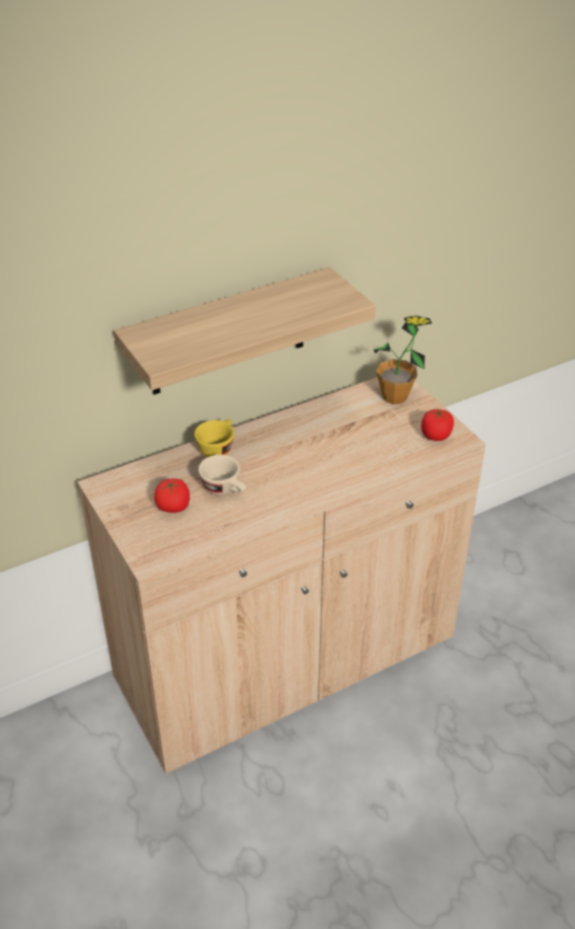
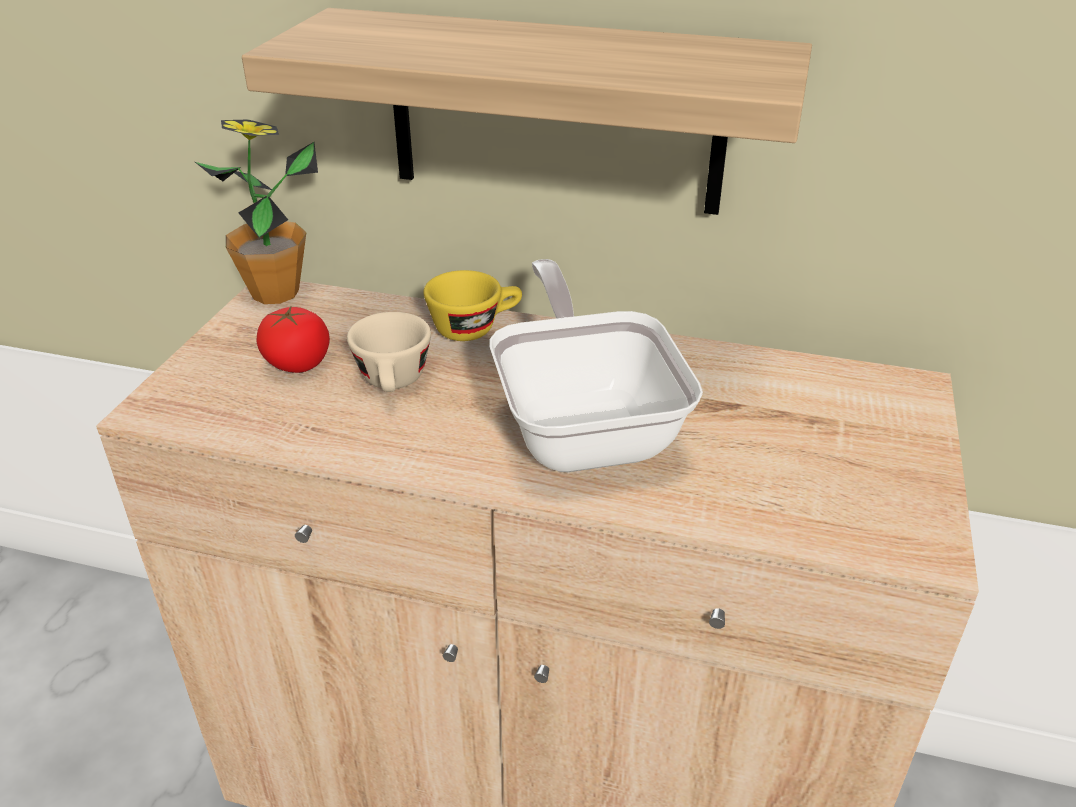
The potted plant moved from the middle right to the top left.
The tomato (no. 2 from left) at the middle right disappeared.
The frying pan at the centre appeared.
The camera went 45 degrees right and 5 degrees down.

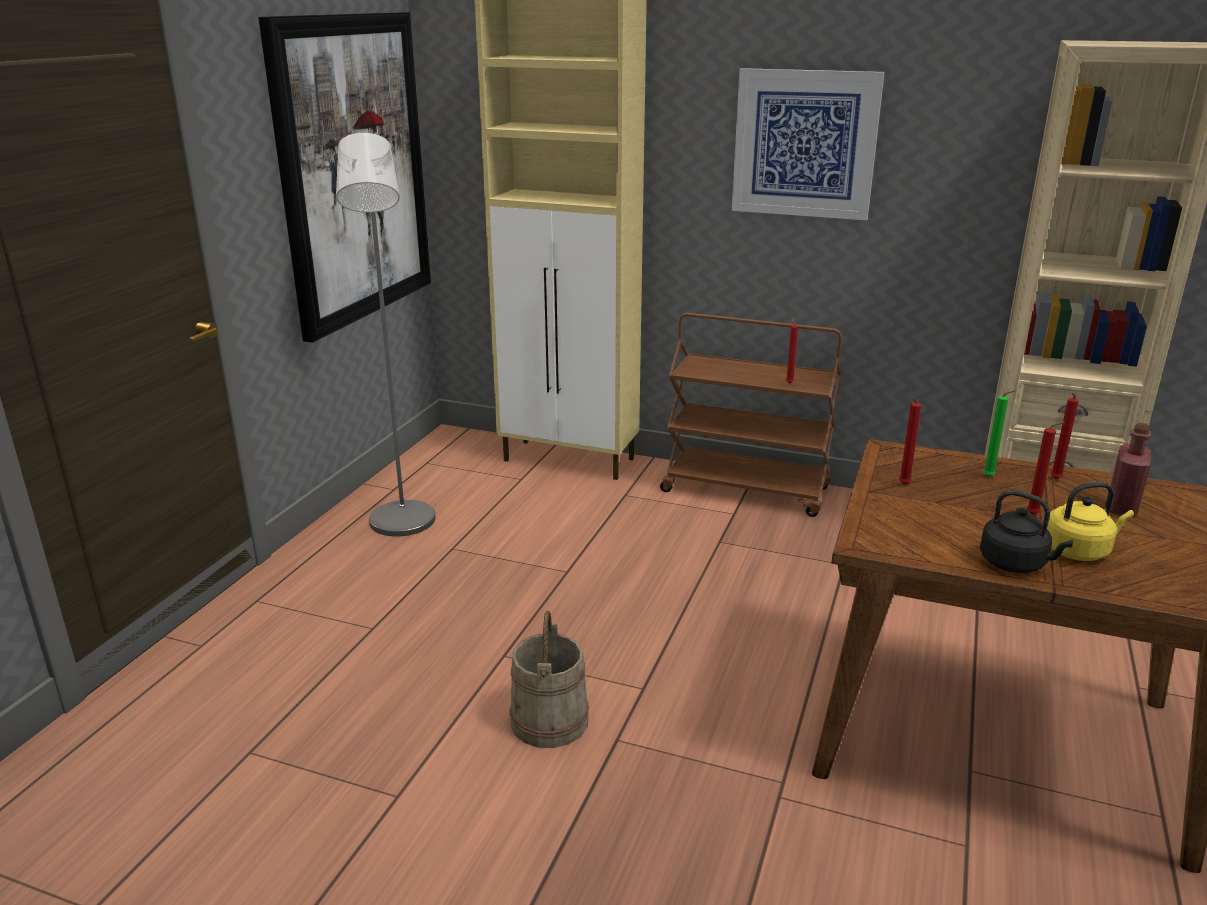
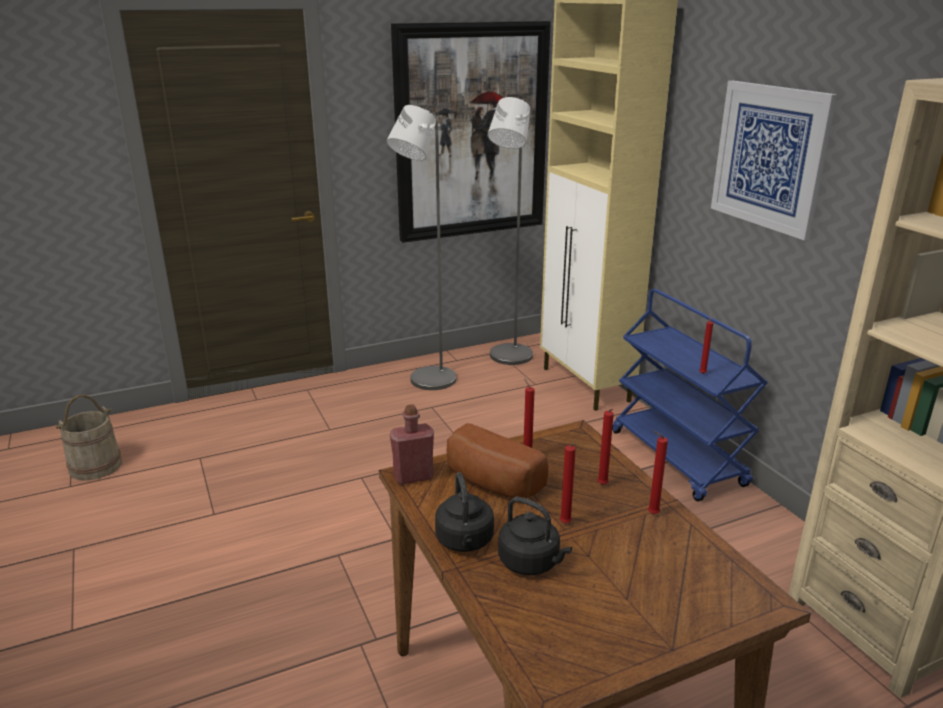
The brown cart at the centre became the blue cart at the middle right.
The green candle at the middle right became the red candle (no. 3 from left) at the centre.
The red bottle moved from the middle right to the centre.
The yellow kettle at the middle right became the black kettle (no. 2 from left) at the bottom centre.
The beige bucket moved from the bottom centre to the middle left.
The grey floor lamp (no. 2 from left) at the top centre appeared.
The bread at the centre appeared.
The camera went 45 degrees right and 0 degrees up.

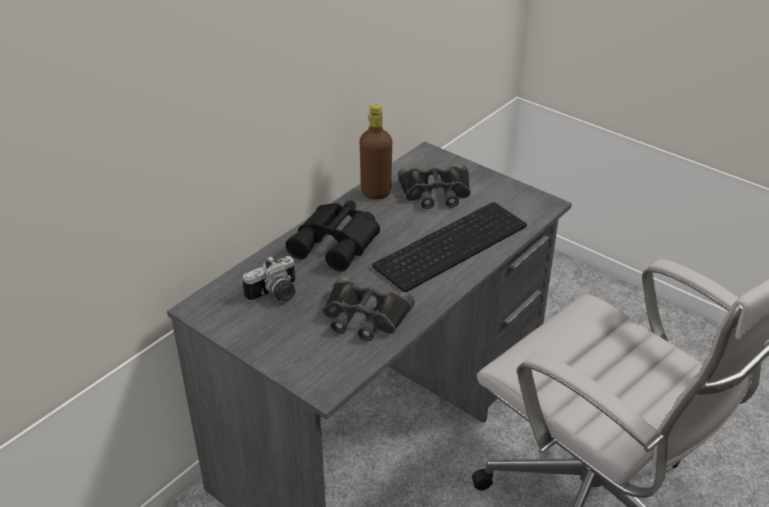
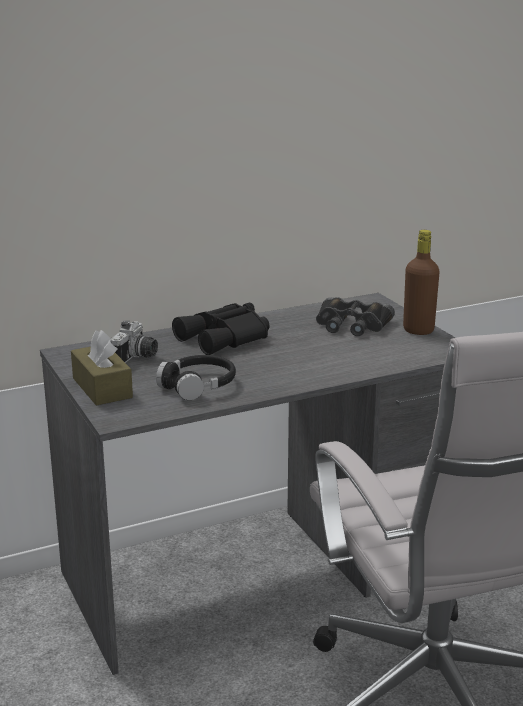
The brown bottle moved from the top centre to the middle right.
The keyboard at the centre disappeared.
The photo camera at the centre turned 60 degrees counterclockwise.
The black binoculars (no. 2 from left) at the centre was replaced by the black headphones at the centre.
The brown tissue box at the middle left appeared.
The camera went 25 degrees right and 15 degrees down.

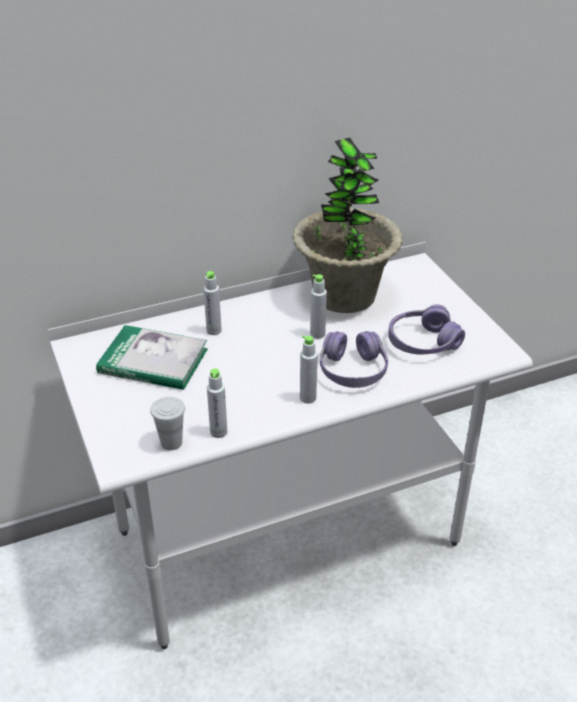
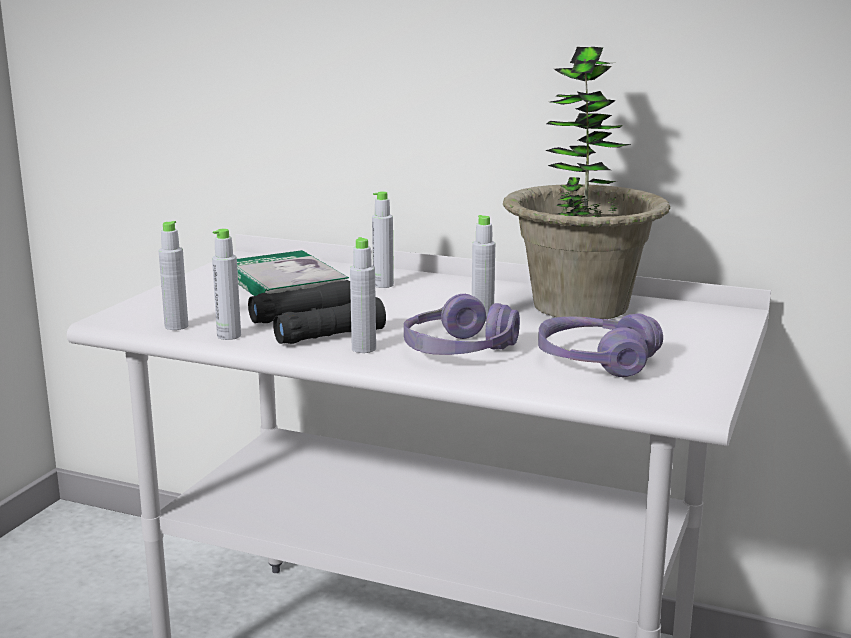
The white cup at the middle left was replaced by the grey bottle (no. 1 from left) at the middle left.
The black binoculars at the centre appeared.
The camera went 45 degrees right and 20 degrees down.

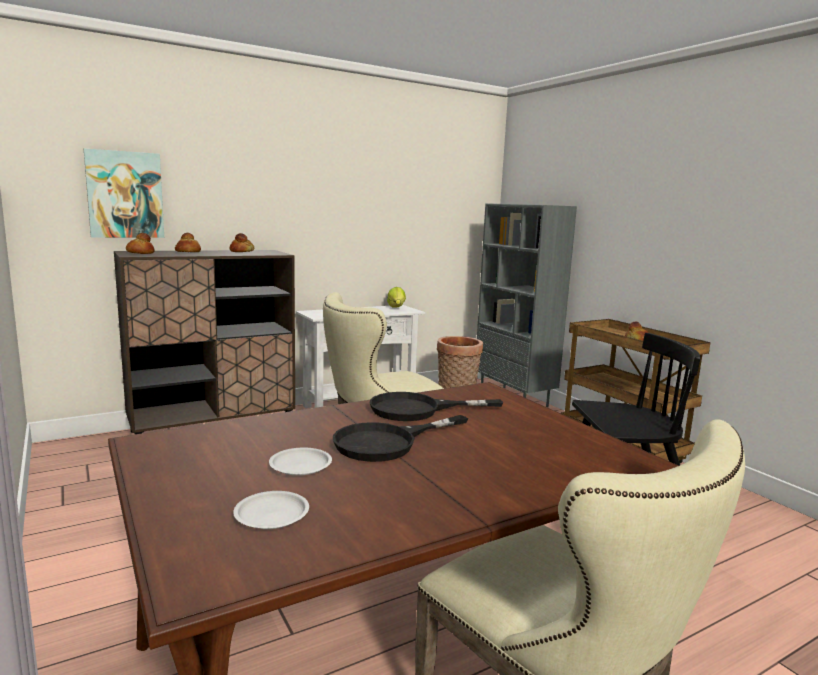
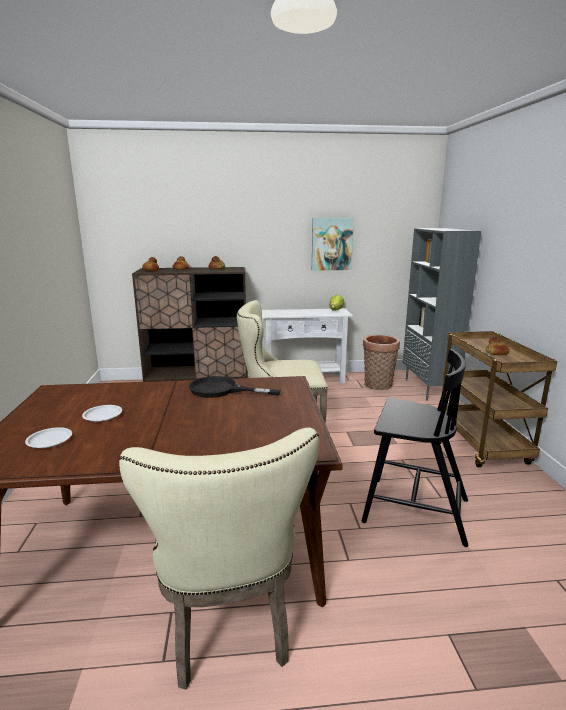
The picture moved from the top left to the centre.
The black frying pan (no. 1 from left) at the centre disappeared.
The camera went 25 degrees right and 5 degrees up.

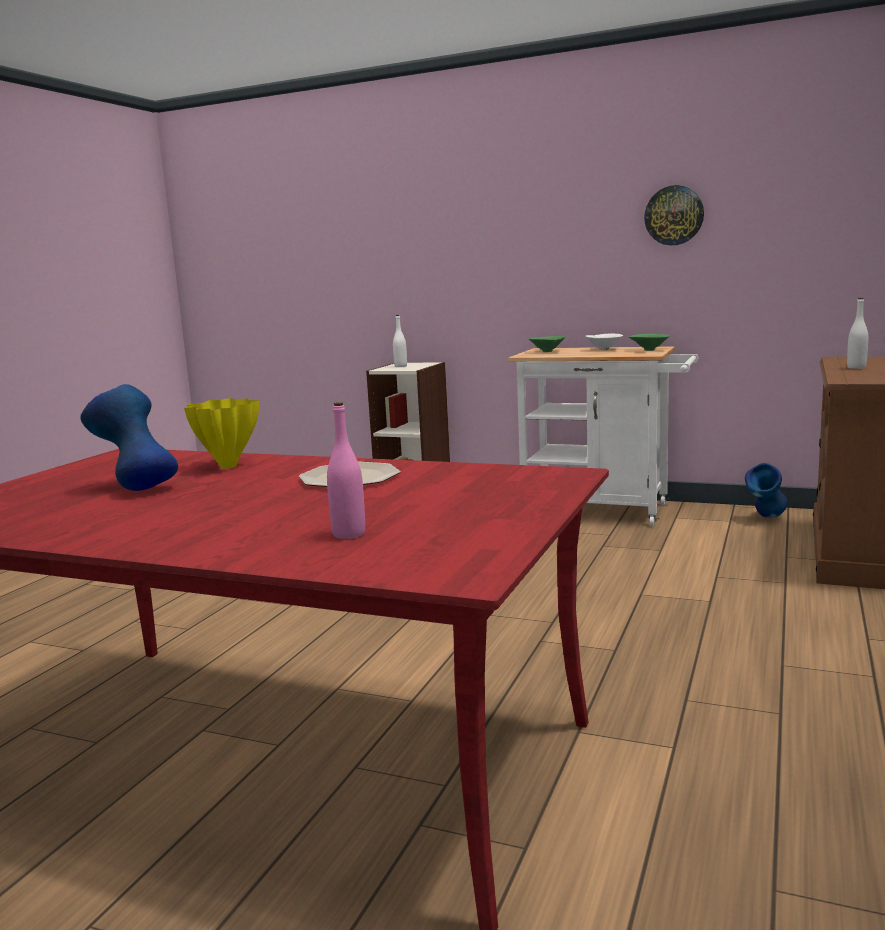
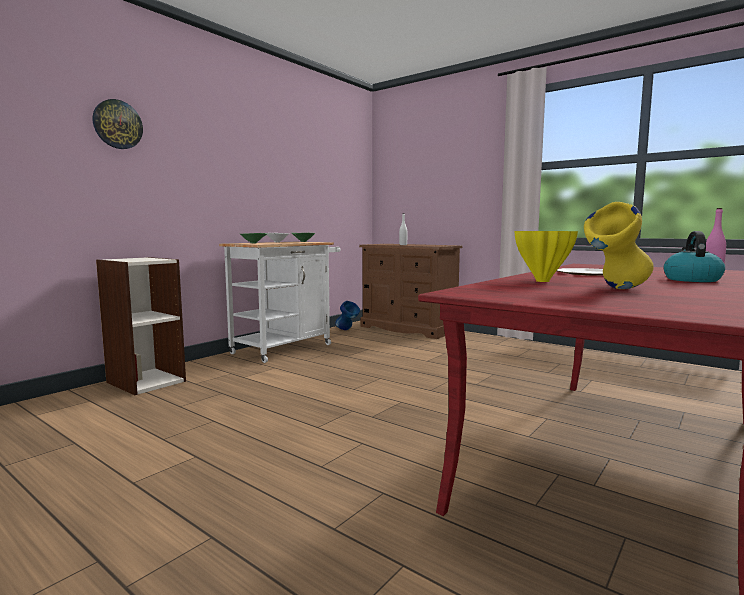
The wall clock moved from the top right to the top left.
The white bottle (no. 1 from left) at the centre disappeared.
The blue vase (no. 1 from left) at the middle left became the yellow vase (no. 2 from left) at the middle right.
The kettle at the middle right appeared.
The camera went 75 degrees left and 5 degrees down.

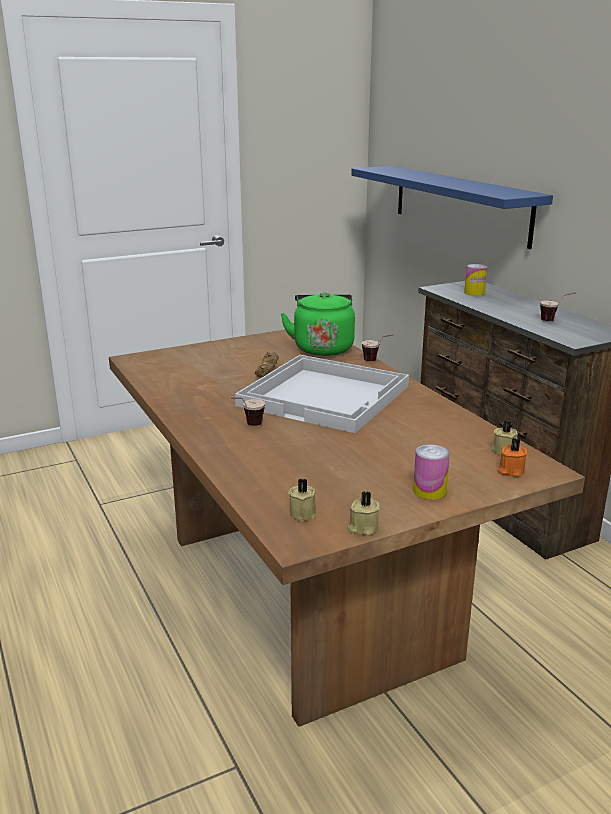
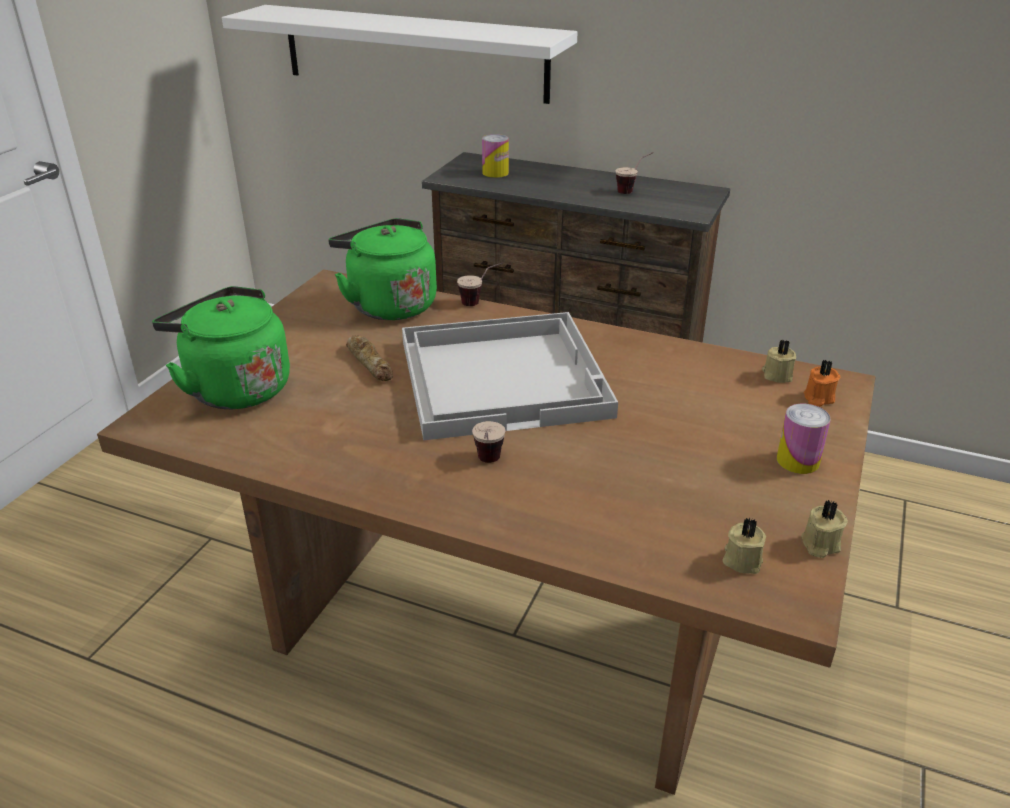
The blue shelf at the top right became the white shelf at the top centre.
The green kettle (no. 1 from left) at the middle left appeared.
The camera went 40 degrees left and 10 degrees up.

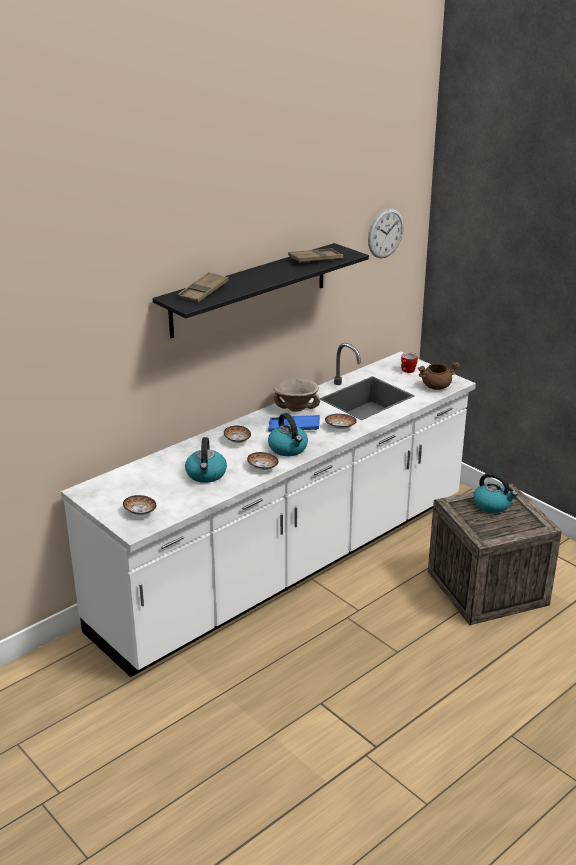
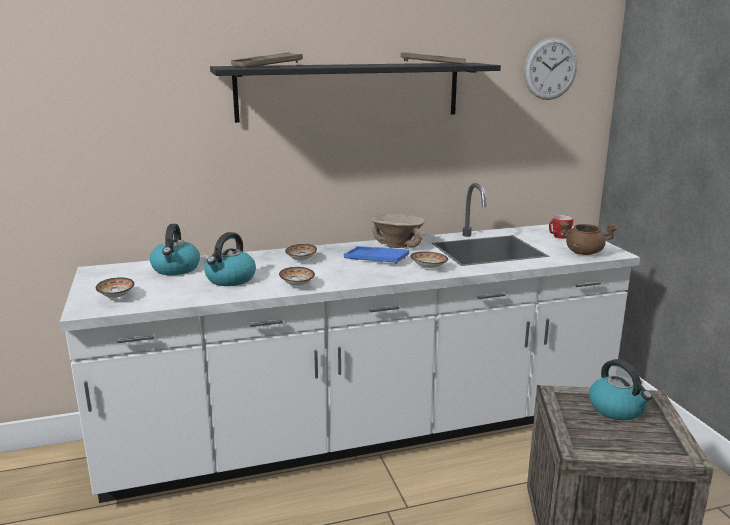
The kettle (no. 2 from left in the first image) moved from the centre to the middle left.
The camera went 25 degrees right and 10 degrees down.

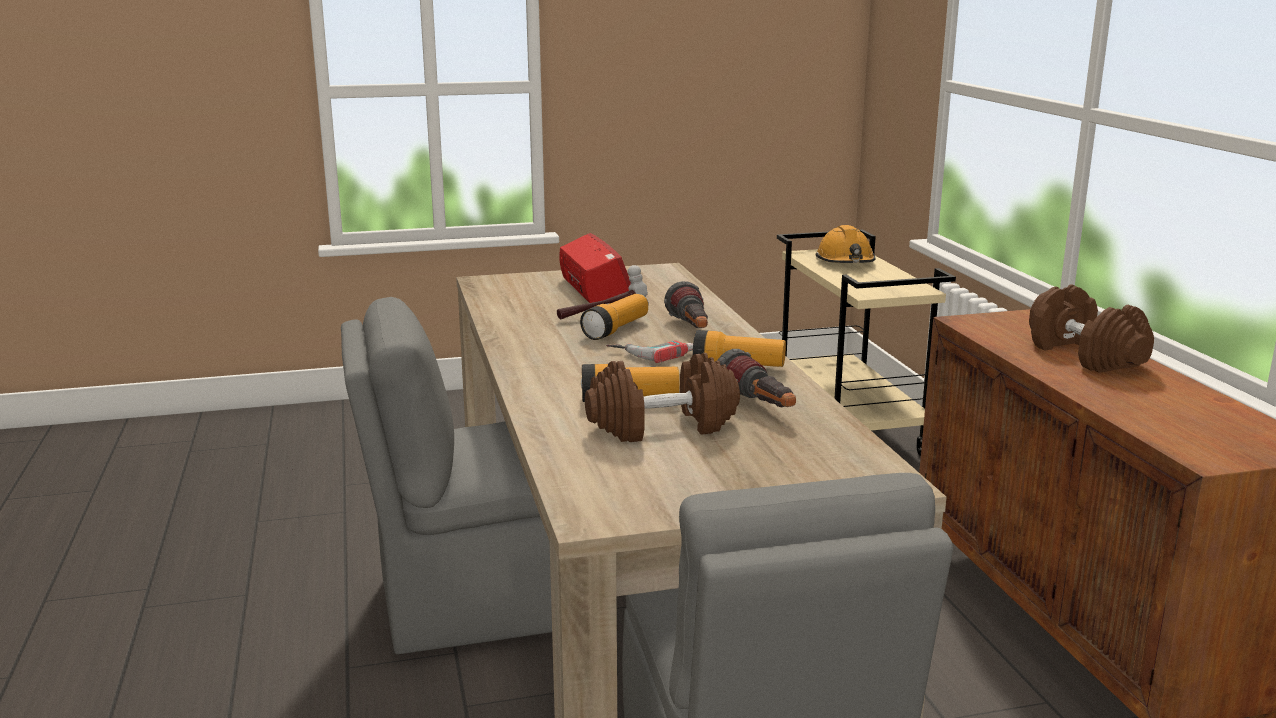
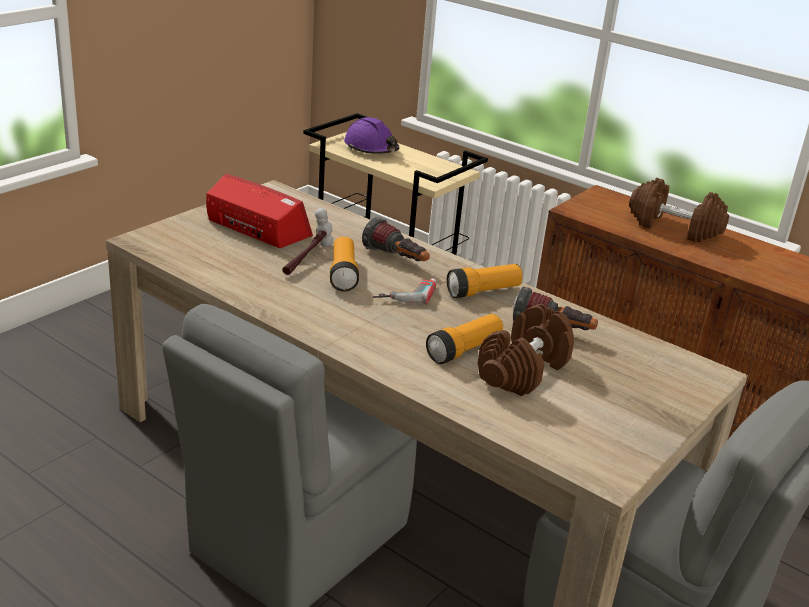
The orange hard hat at the centre became the purple hard hat at the top centre.
The camera went 40 degrees left and 10 degrees up.

